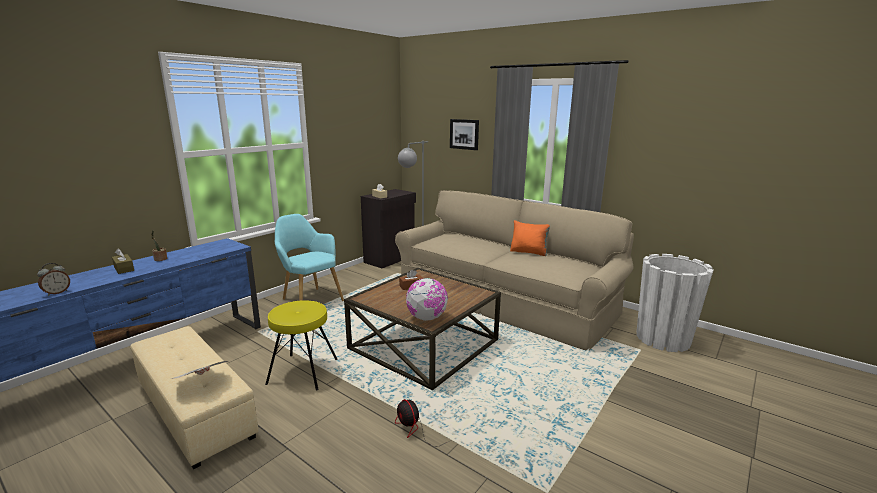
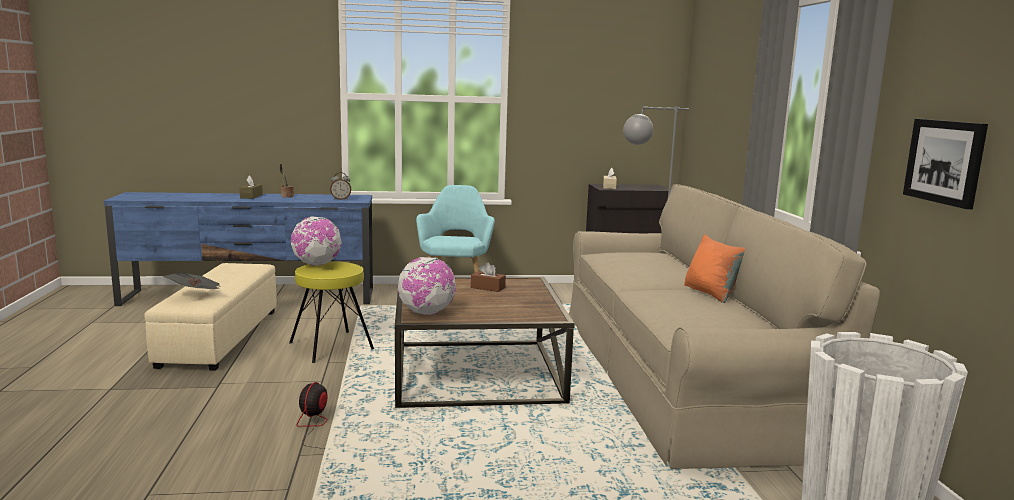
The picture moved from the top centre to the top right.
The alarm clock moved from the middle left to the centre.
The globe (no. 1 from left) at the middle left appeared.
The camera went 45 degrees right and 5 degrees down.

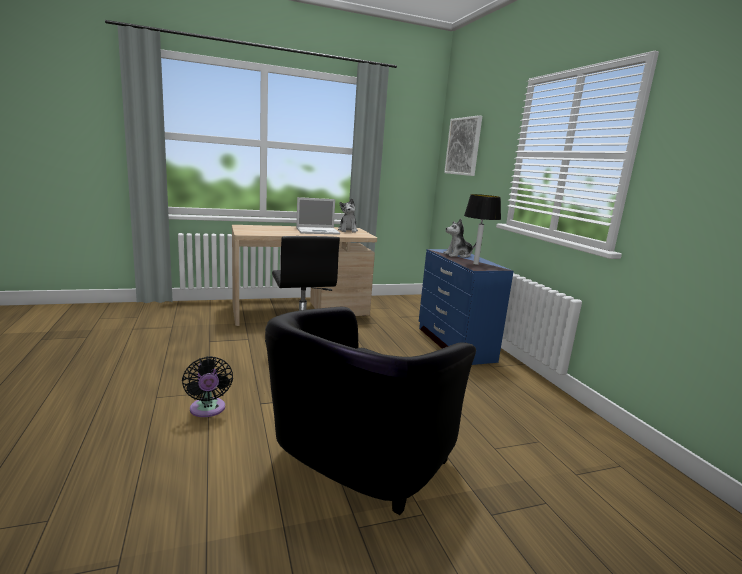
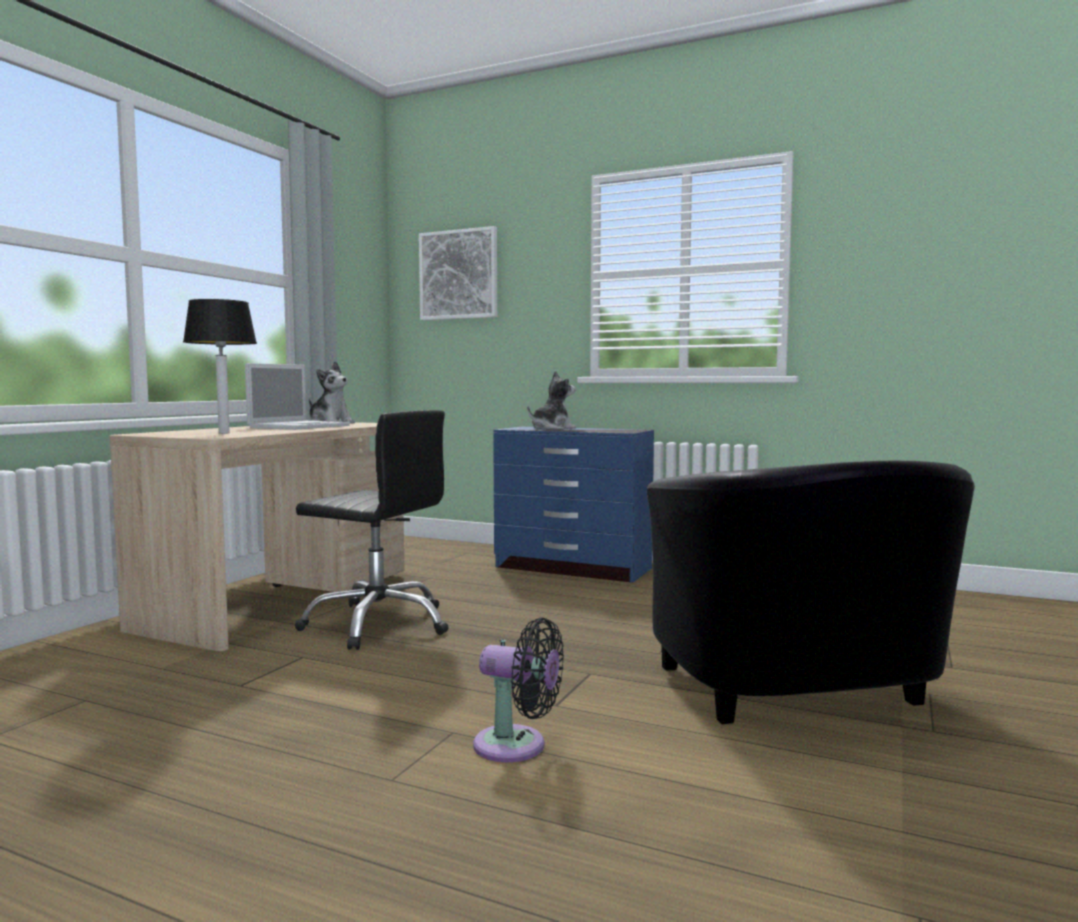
The table lamp moved from the centre to the middle left.
The plush toy (no. 2 from left) at the centre turned 150 degrees counterclockwise.
The camera went 45 degrees left and 10 degrees down.

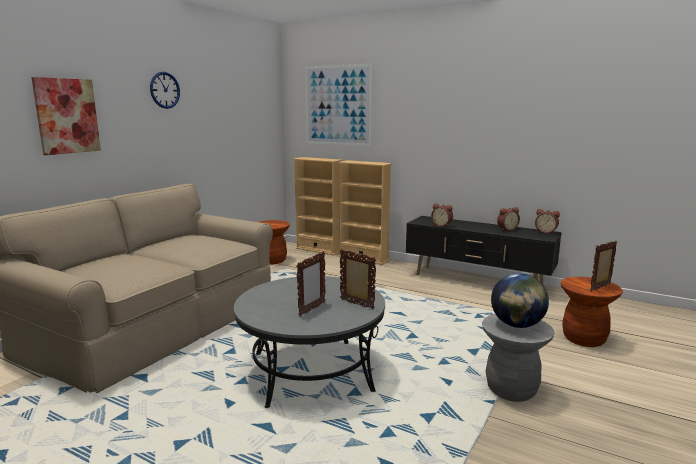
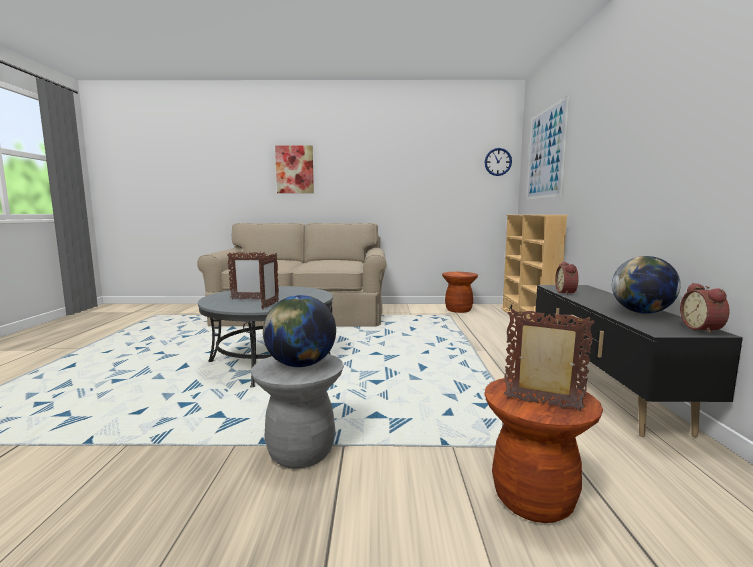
The wall clock moved from the top left to the top centre.
The alarm clock (no. 2 from left) at the middle right was replaced by the globe (no. 2 from left) at the middle right.
The camera went 60 degrees right and 5 degrees down.

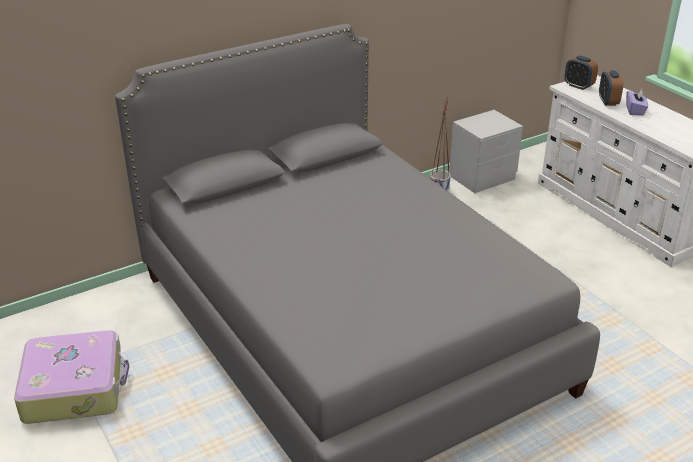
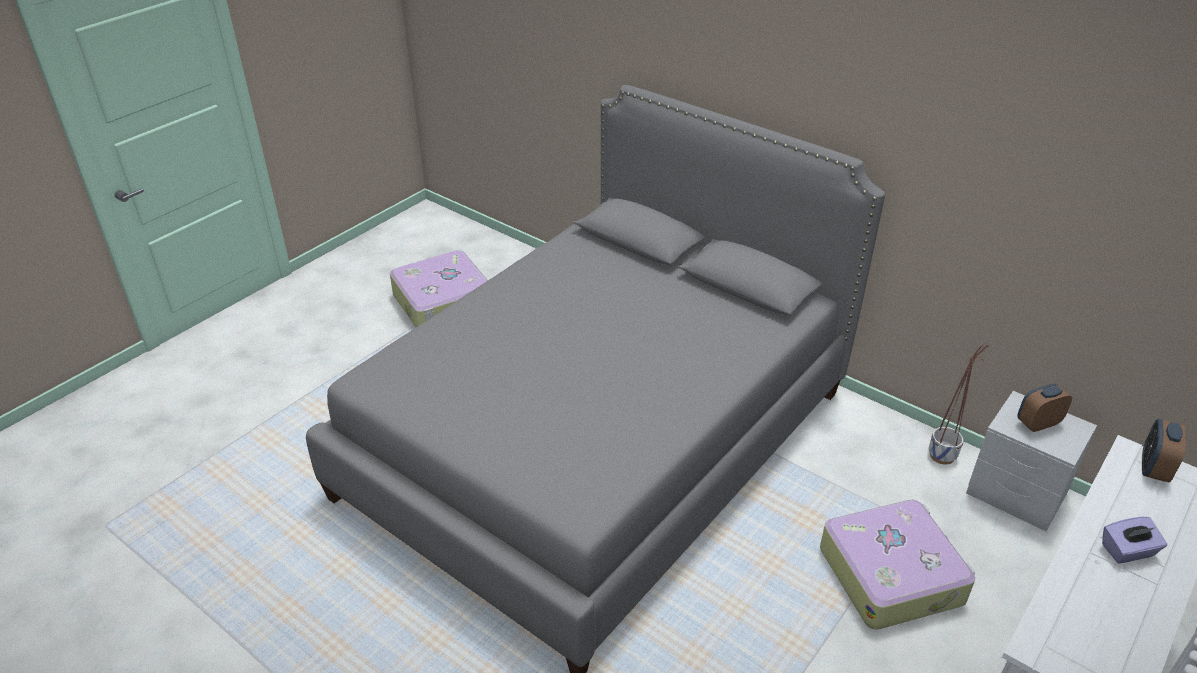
The alarm clock (no. 2 from left in the first image) moved from the top right to the middle right.
The suitcase (no. 2 from left) at the bottom right appeared.
The camera went 70 degrees right and 5 degrees up.

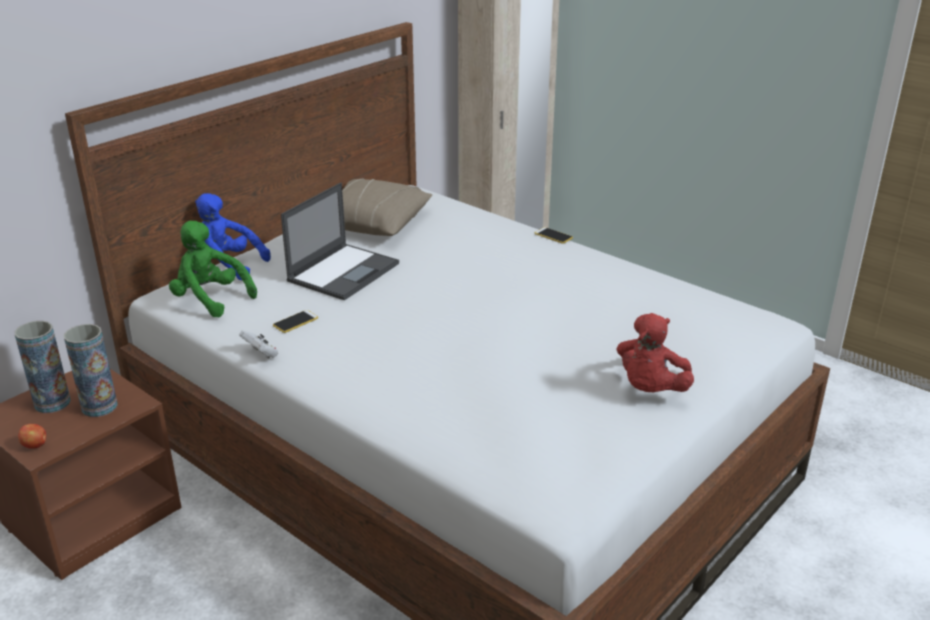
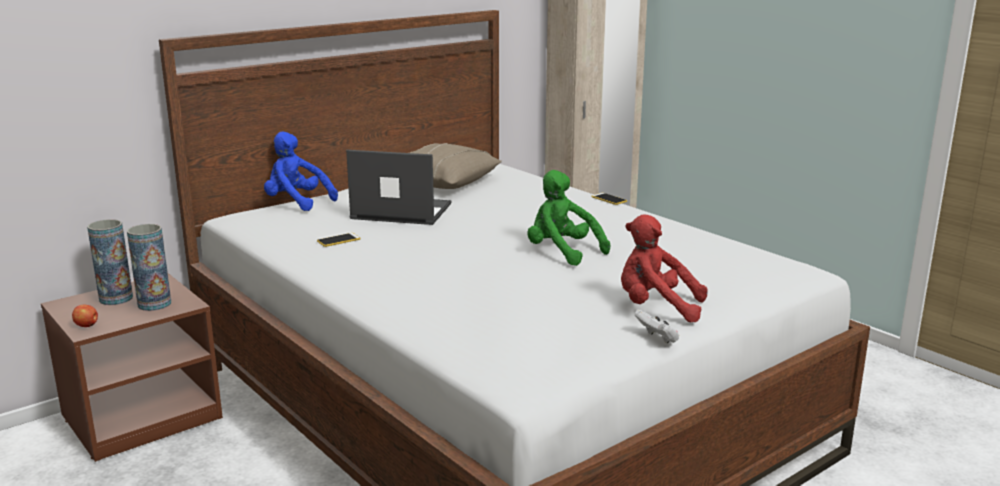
The laptop at the centre turned 120 degrees counterclockwise.
The green plush toy moved from the middle left to the centre.
The red plush toy at the middle right turned 75 degrees clockwise.
The white game controller moved from the middle left to the bottom centre.
The camera went 10 degrees right and 10 degrees down.

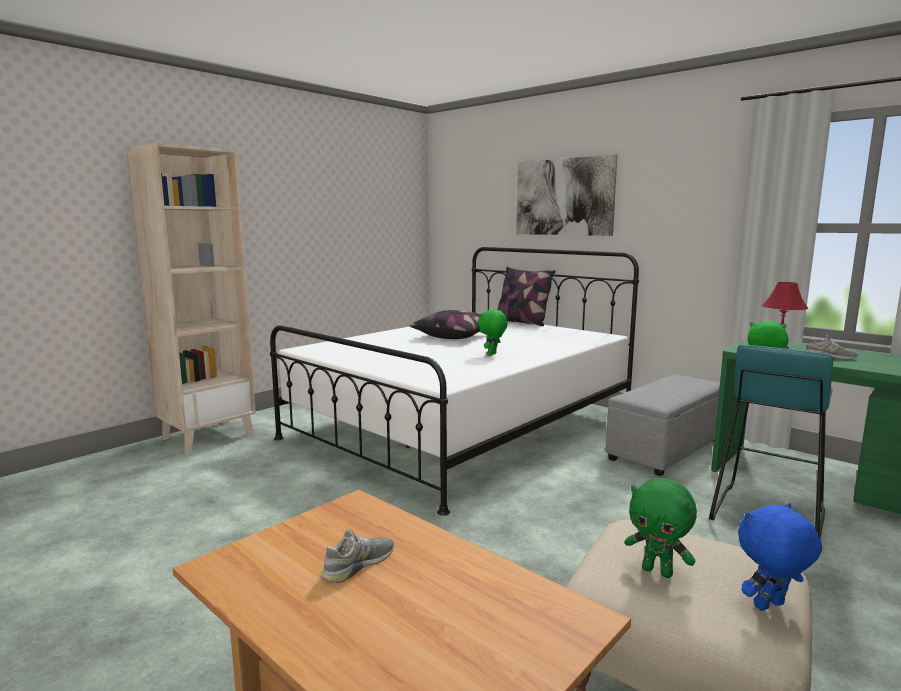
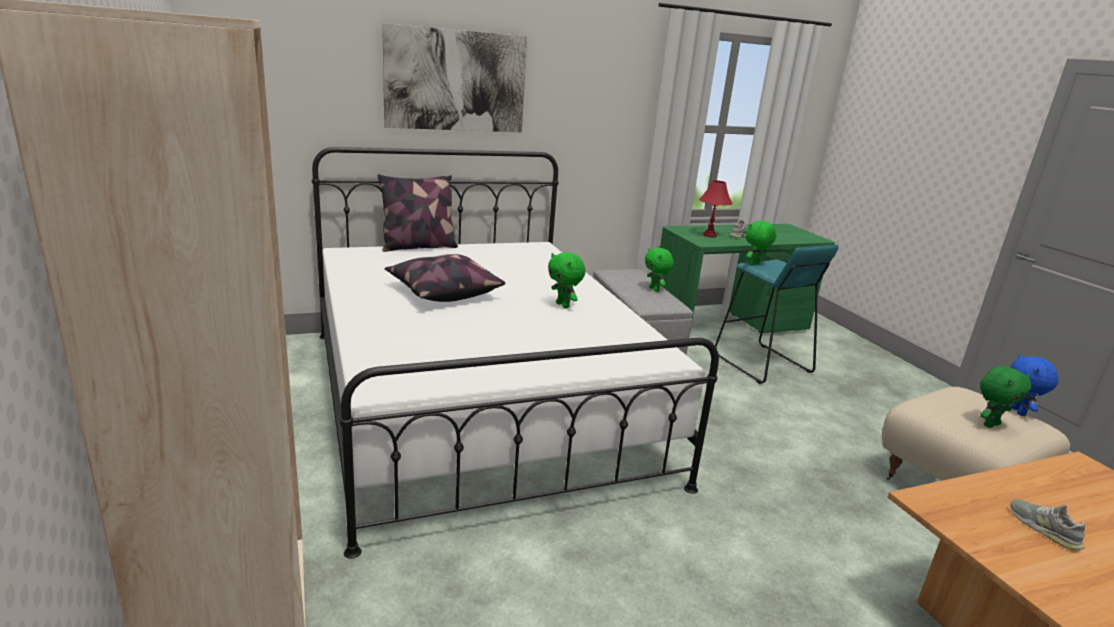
The green plush toy (no. 2 from left) at the centre appeared.
The camera went 65 degrees left and 10 degrees up.

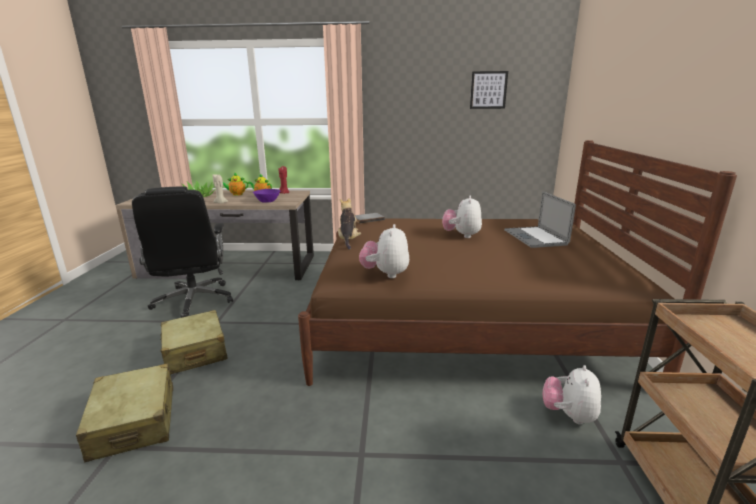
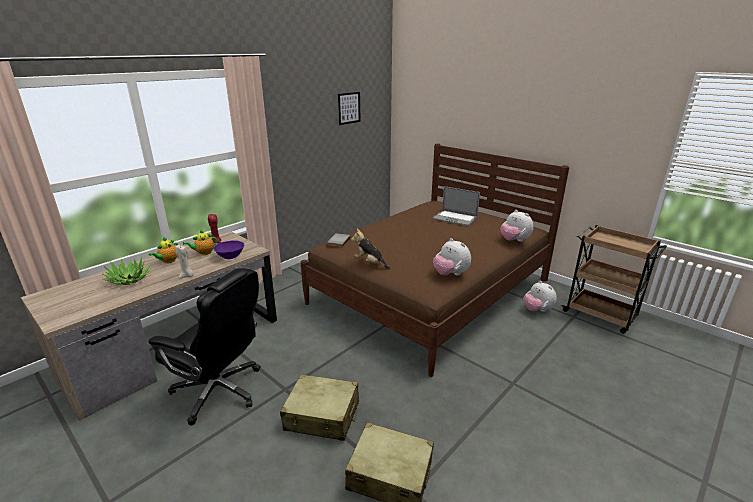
The plush toy (no. 3 from left) moved from the centre to the middle right.
The camera went 50 degrees left and 5 degrees up.

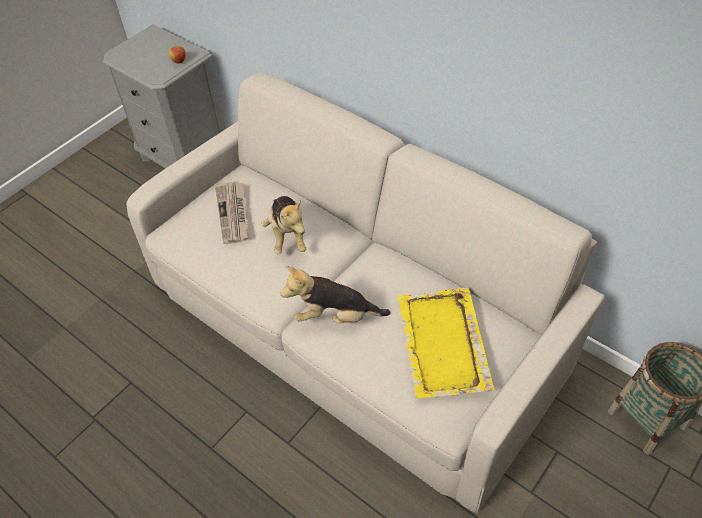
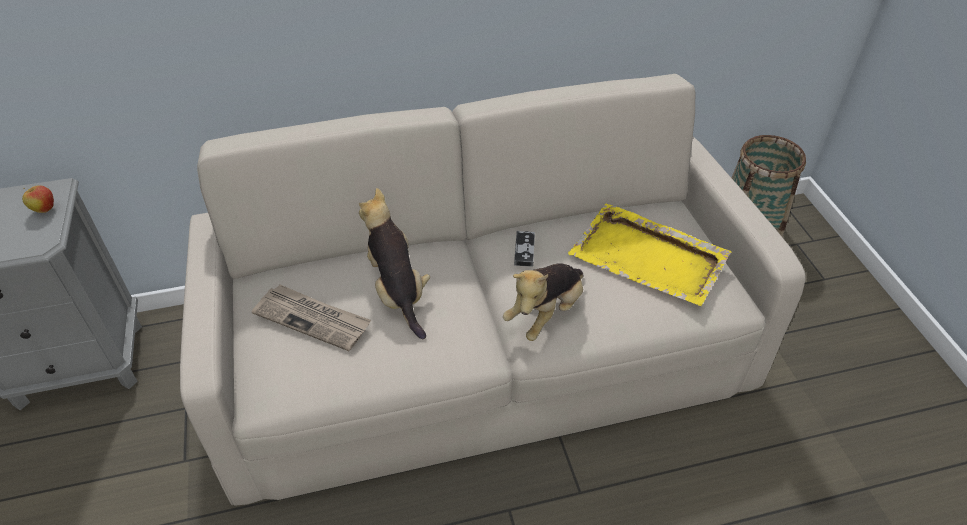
The plush toy (no. 1 from left) at the centre turned 135 degrees counterclockwise.
The game controller at the centre appeared.
The camera went 55 degrees left and 5 degrees down.

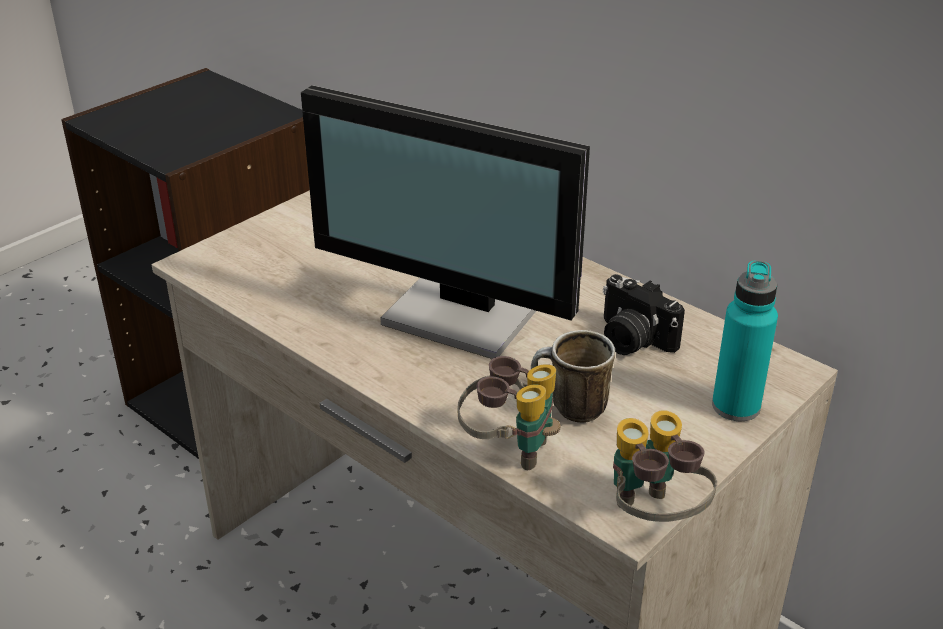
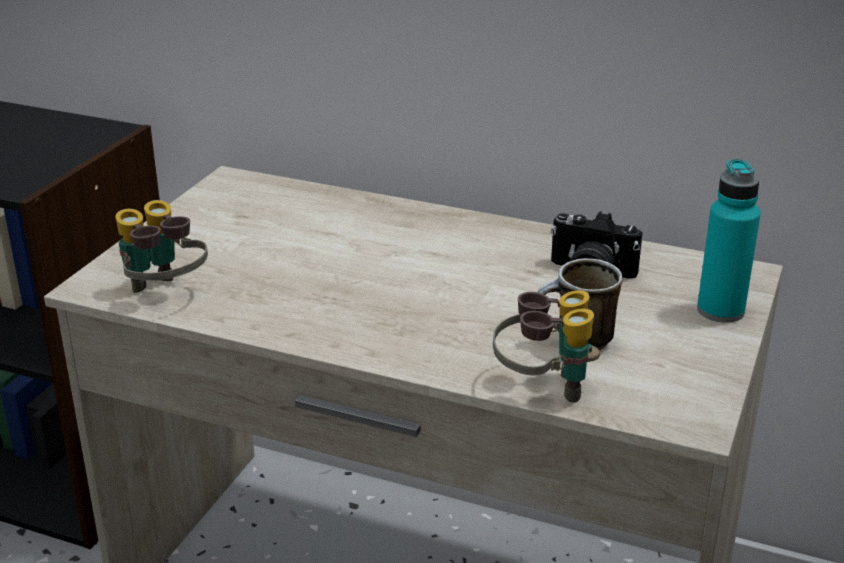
The monitor at the centre disappeared.
The binoculars (no. 2 from left in the first image) moved from the bottom right to the middle left.
The camera went 20 degrees left and 5 degrees down.

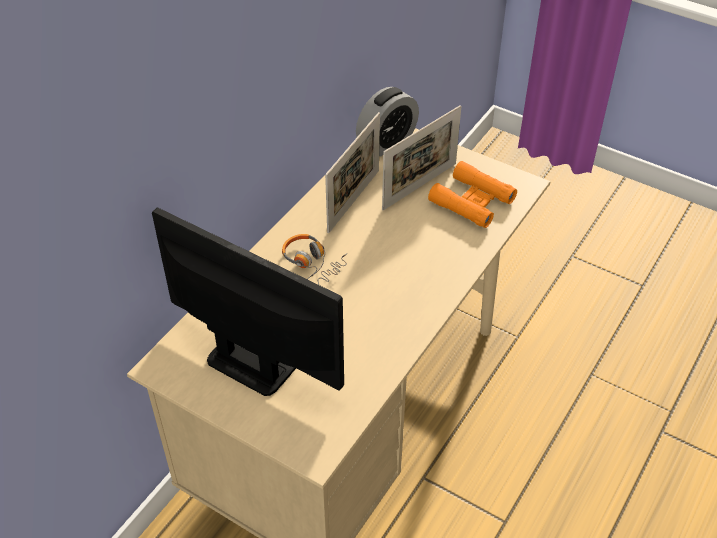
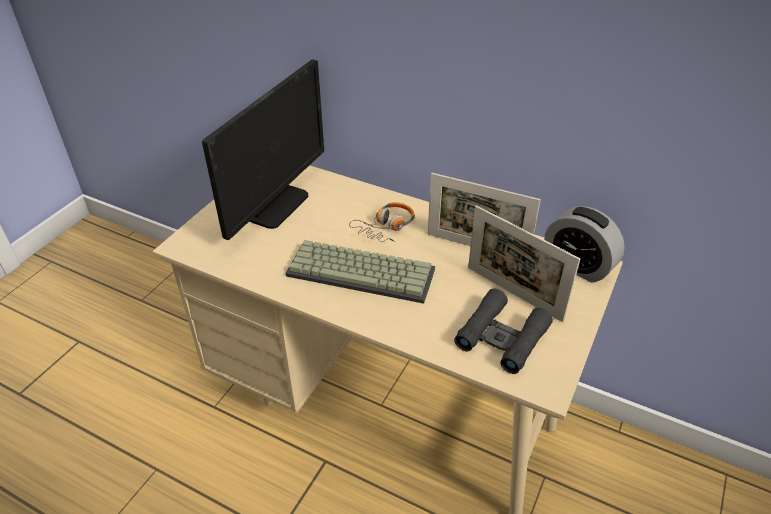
The orange binoculars at the centre became the black binoculars at the centre.
The keyboard at the centre appeared.
The camera went 85 degrees right and 5 degrees down.

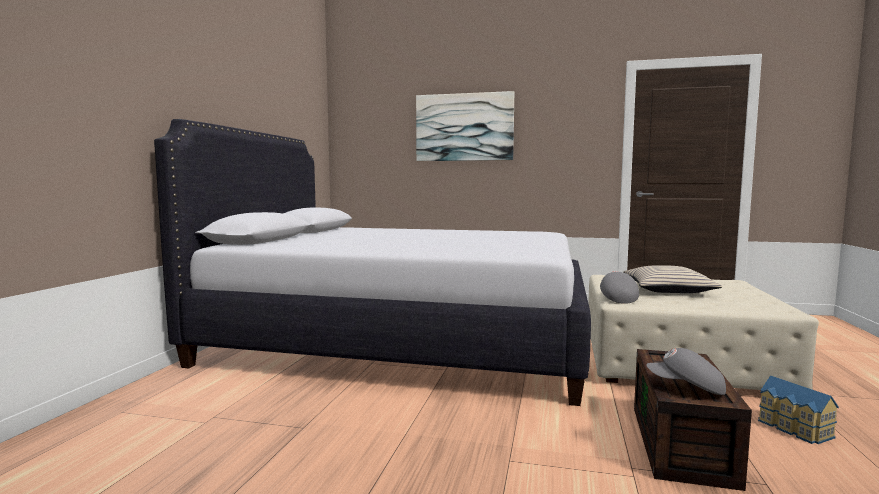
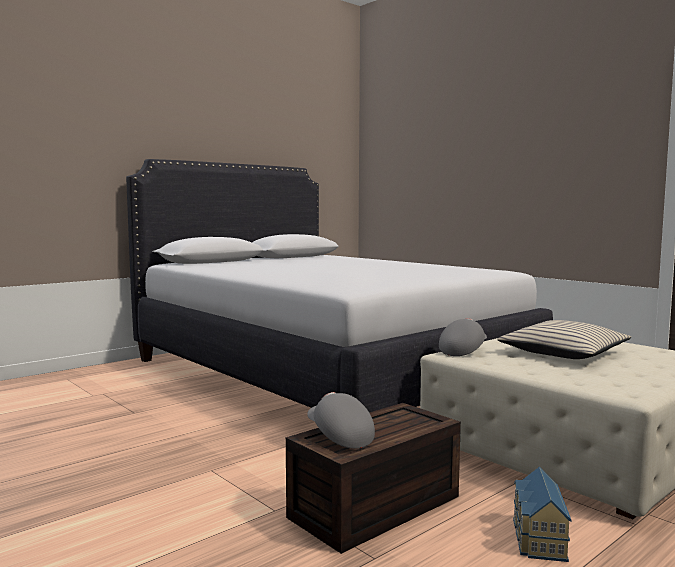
The picture at the top centre disappeared.
The camera went 35 degrees right and 0 degrees up.

